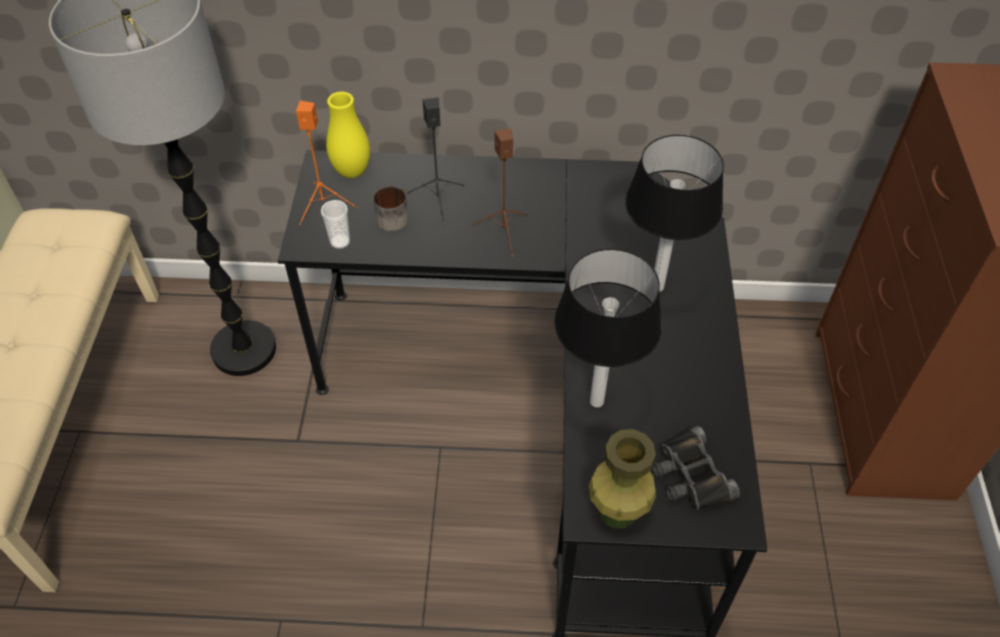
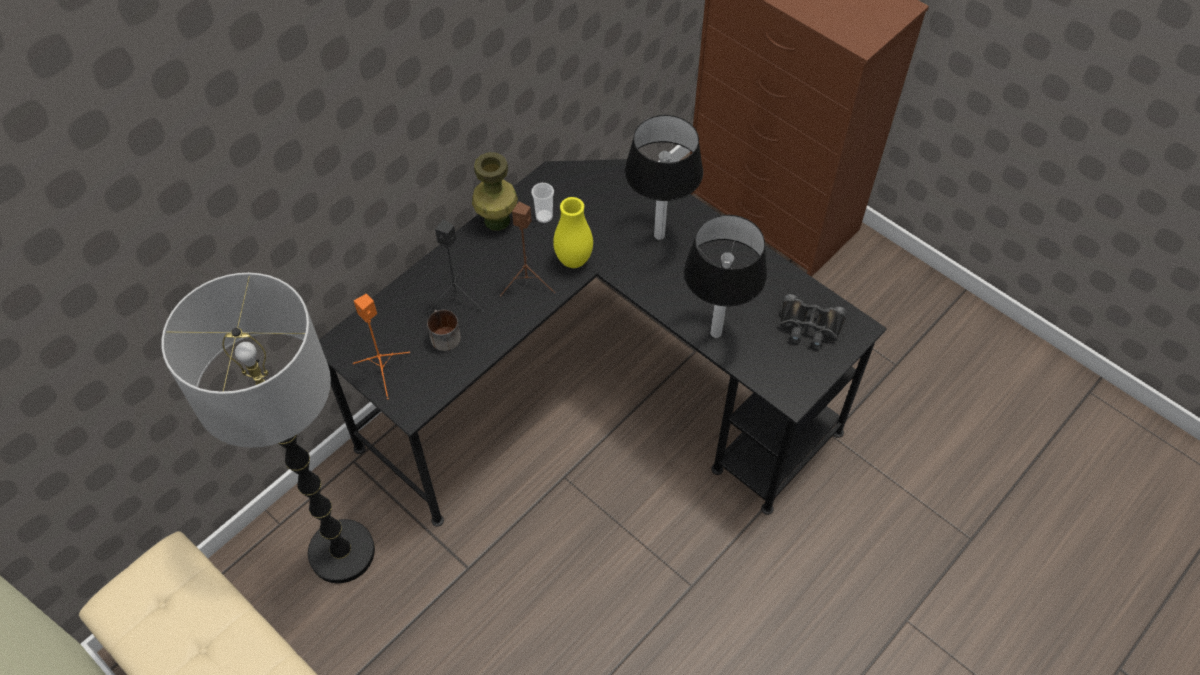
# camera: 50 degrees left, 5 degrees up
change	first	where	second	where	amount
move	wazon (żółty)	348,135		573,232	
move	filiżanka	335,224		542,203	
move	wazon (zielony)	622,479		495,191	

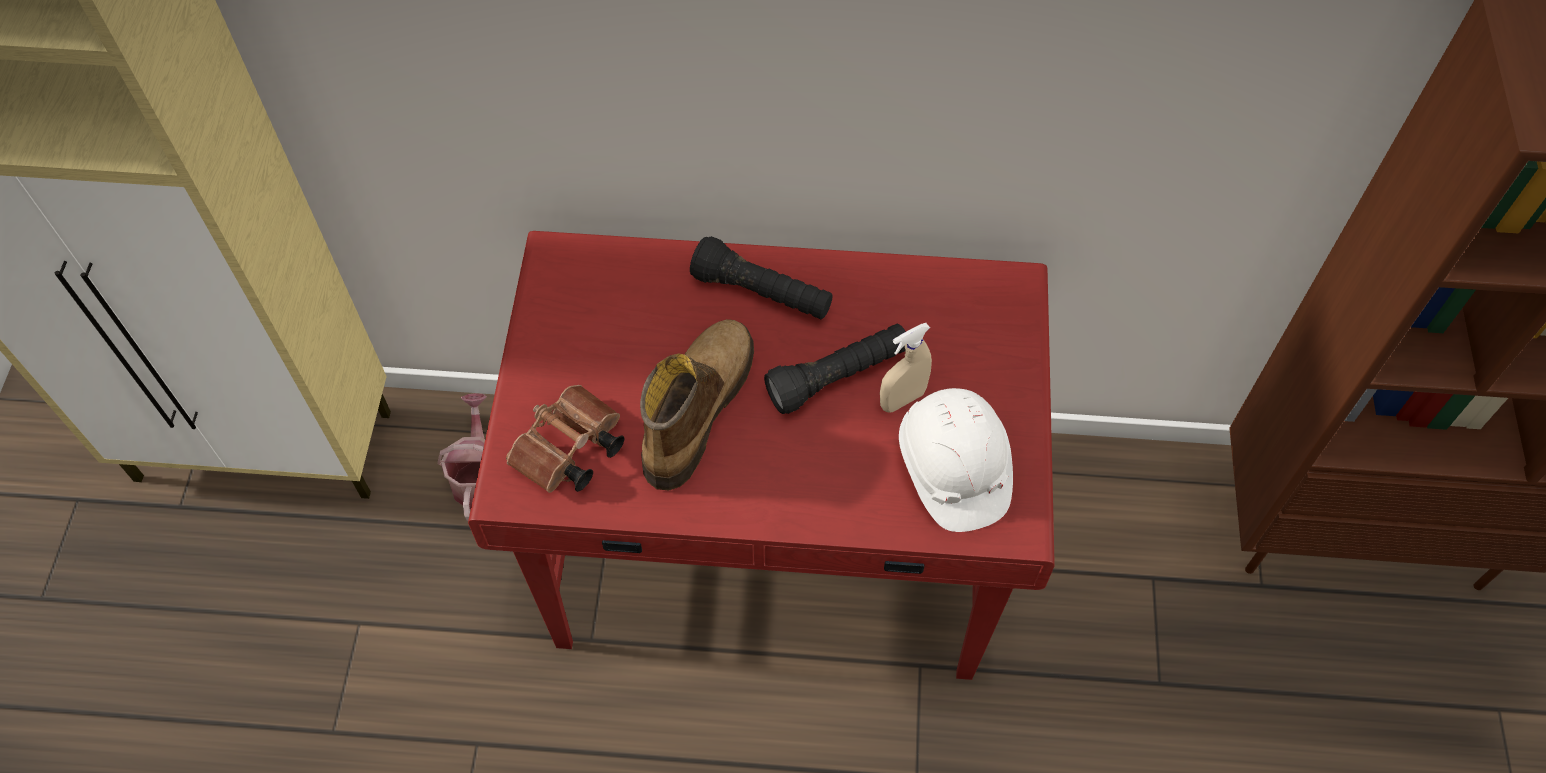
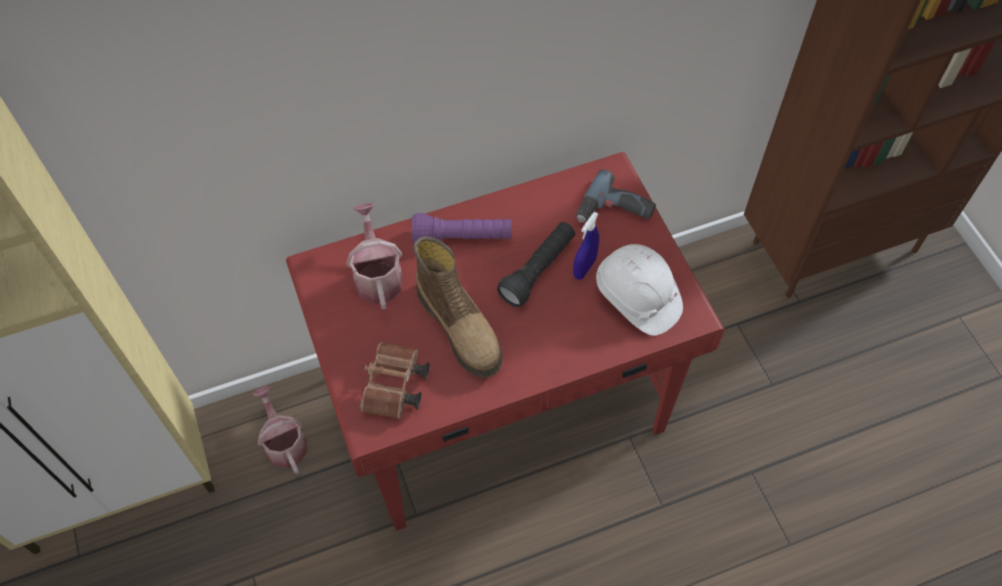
# camera: 25 degrees left, 0 degrees up
change	first	where	second	where	amount
recolor	latarka (czarny)	761,277	latarka (fioletowy)	461,228	
rotate	but z cholewką	697,404		457,307	150 degrees clockwise
recolor	spryskiwacz (beżowy)	906,368	spryskiwacz (niebieski)	586,246	
insert			wiertarka	616,195	
insert			konewka	374,256	

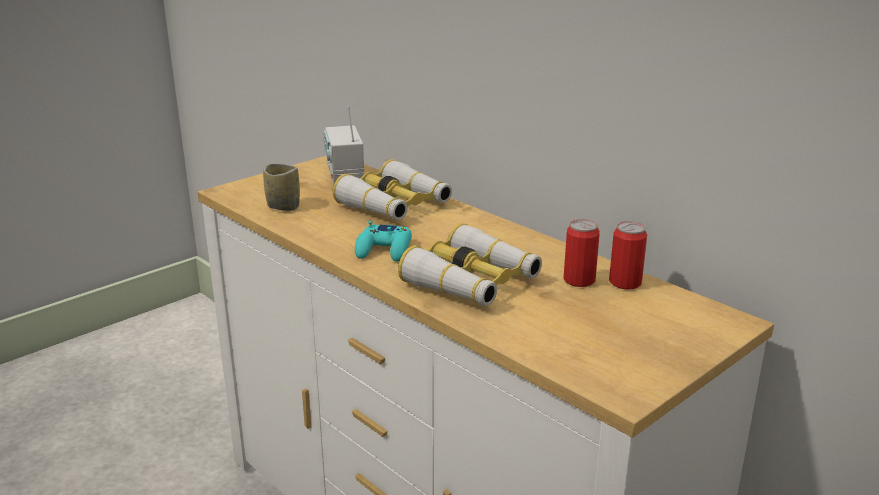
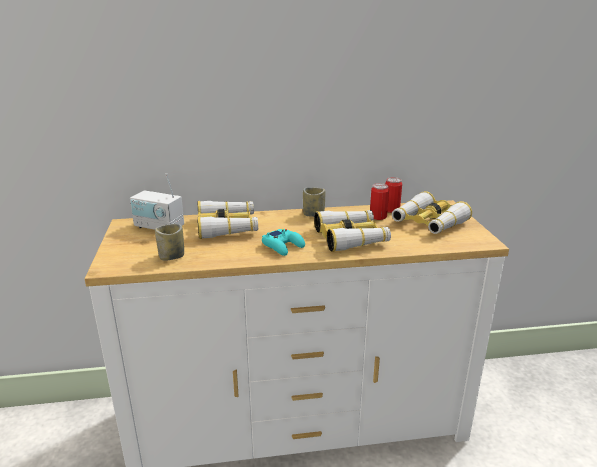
# camera: 55 degrees left, 0 degrees up
change	first	where	second	where	amount
insert			filiżanka	314,202	
insert			lornetka	432,212	

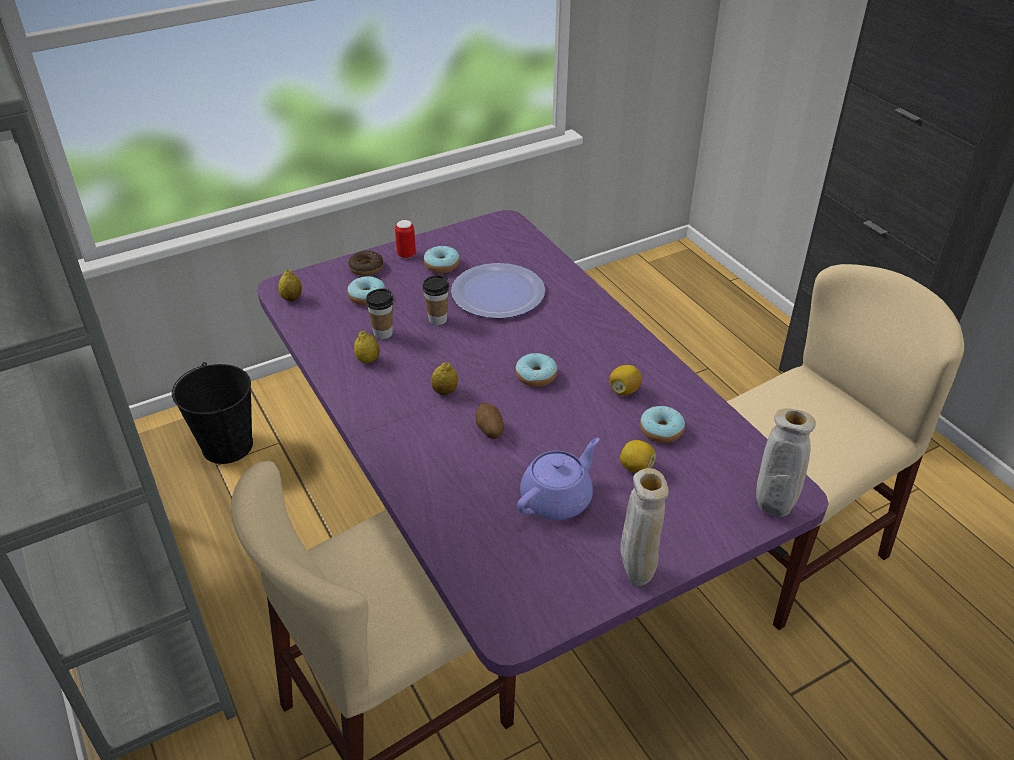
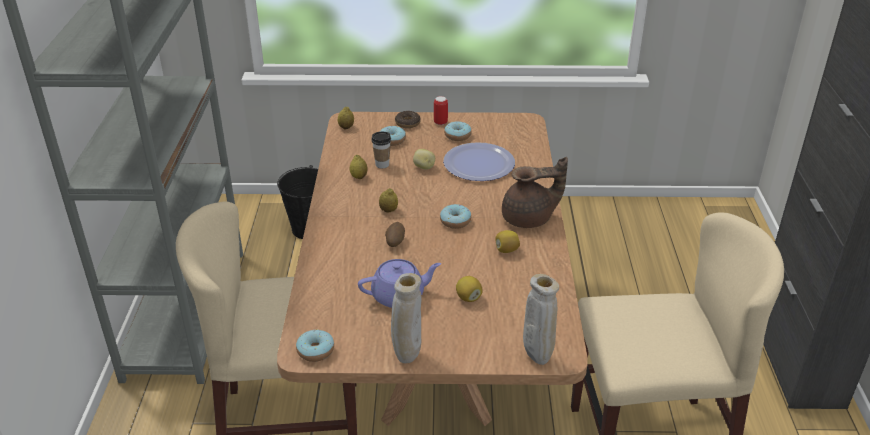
# camera: 30 degrees right, 5 degrees down
change	first	where	second	where	amount
recolor	stół jadalny (fioletowy)	543,443	stół jadalny (brązowy)	432,269	
replace	filiżanka	435,300	ziemniak	424,159	
move	donut	662,424		315,345	
insert			imbryk (brązowy)	535,192	

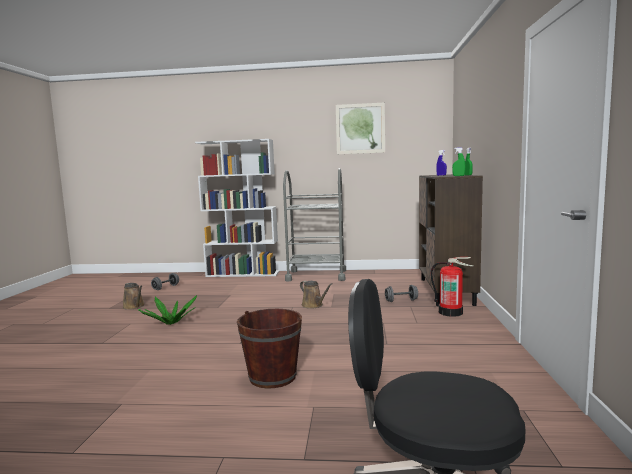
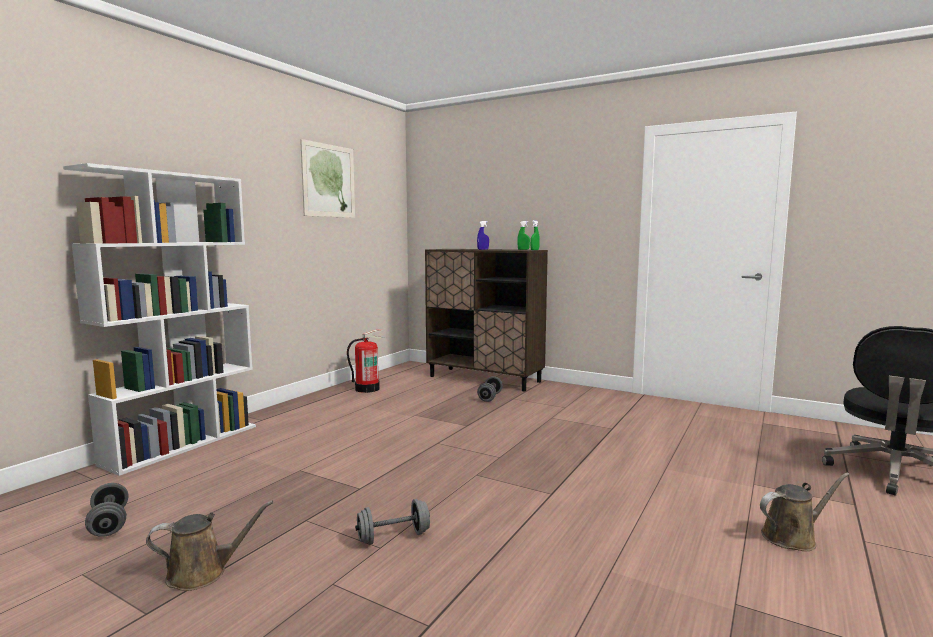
# camera: 65 degrees left, 0 degrees up
change	first	where	second	where	amount
delete	wózek (szary)	314,224			
move	gaśnica	452,287		366,361	
move	konewka (brązowy)	316,295		805,512	
replace	roślina doniczkowa	167,310	hantel (szary)	392,522	
delete	wiadro (brązowy)	269,349			

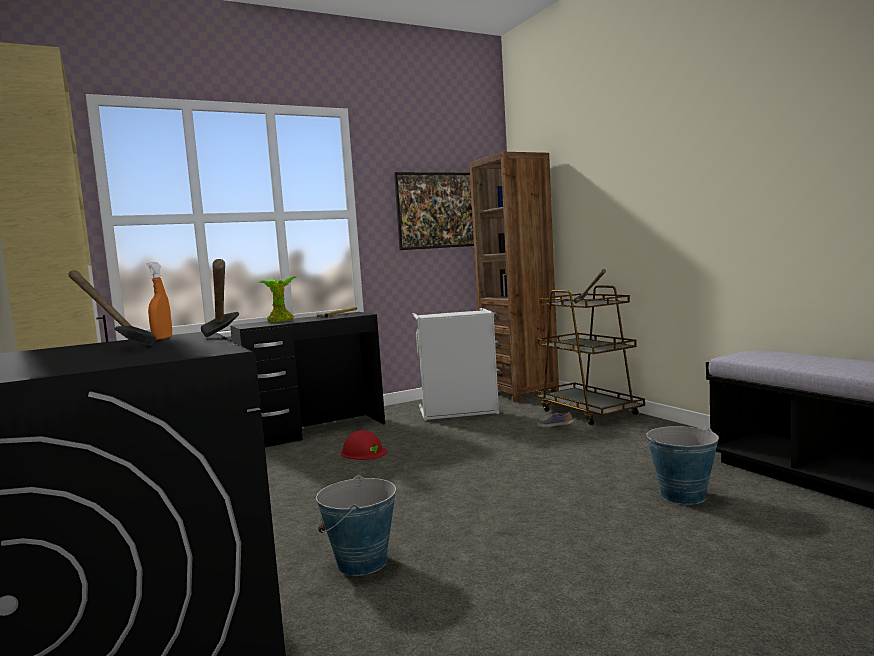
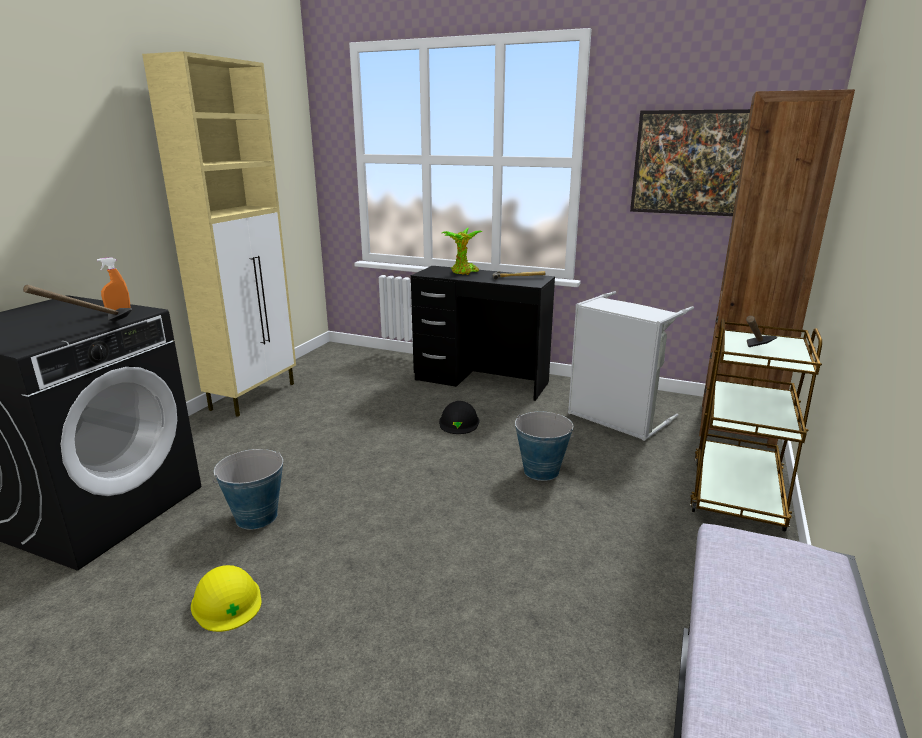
# camera: 50 degrees right, 15 degrees up
change	first	where	second	where	amount
delete	młotek	112,308			
delete	but	555,419			
move	wiadro	682,465		544,446	
recolor	kask (czerwony)	364,445	kask (czarny)	459,417	
insert			kask (żółty)	226,598	

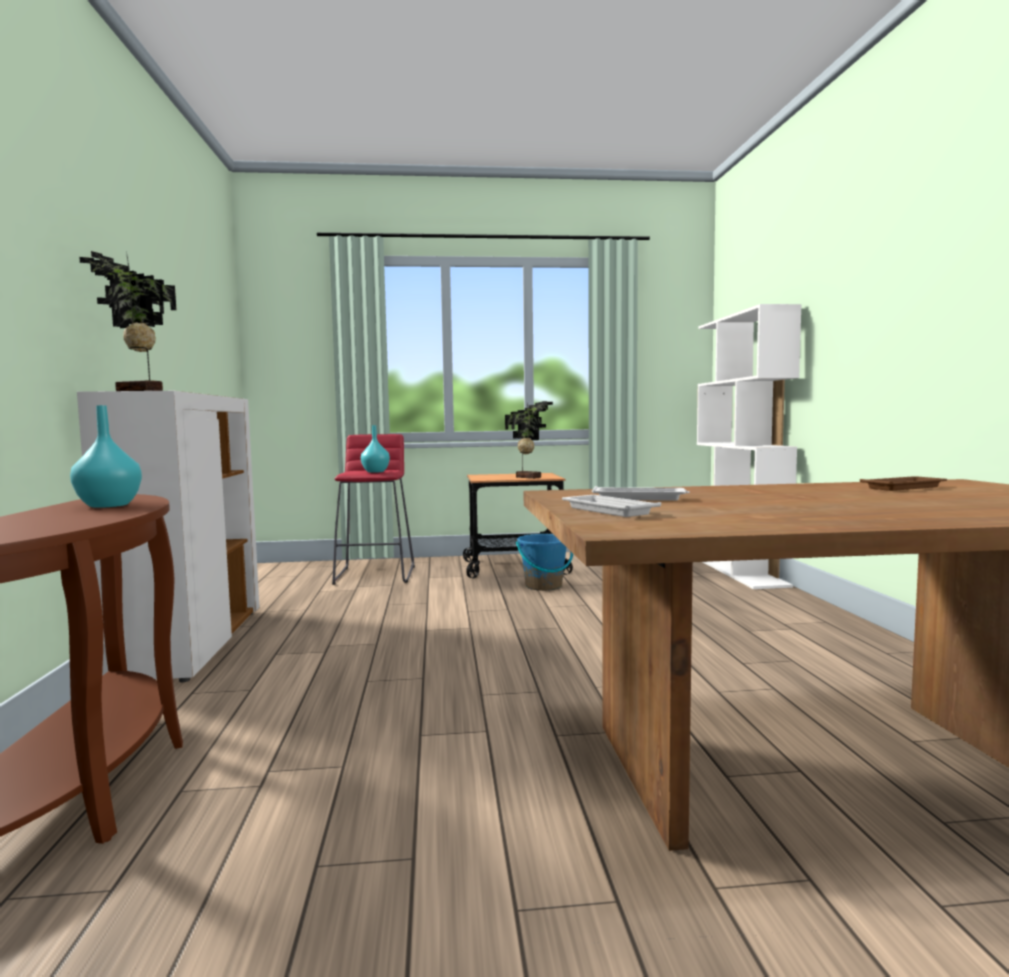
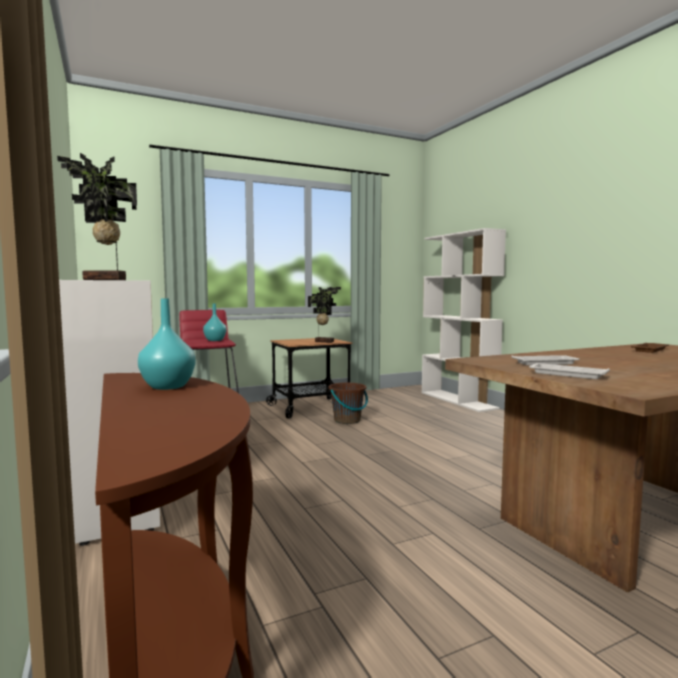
# camera: 20 degrees left, 0 degrees up
change	first	where	second	where	amount
recolor	wiadro (niebieski)	544,562	wiadro (brązowy)	348,403	

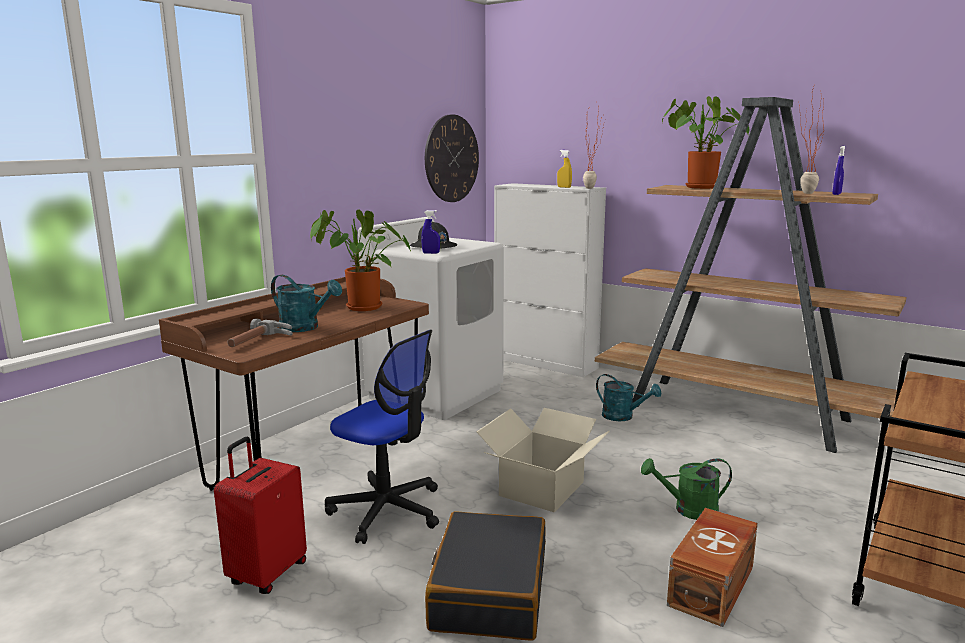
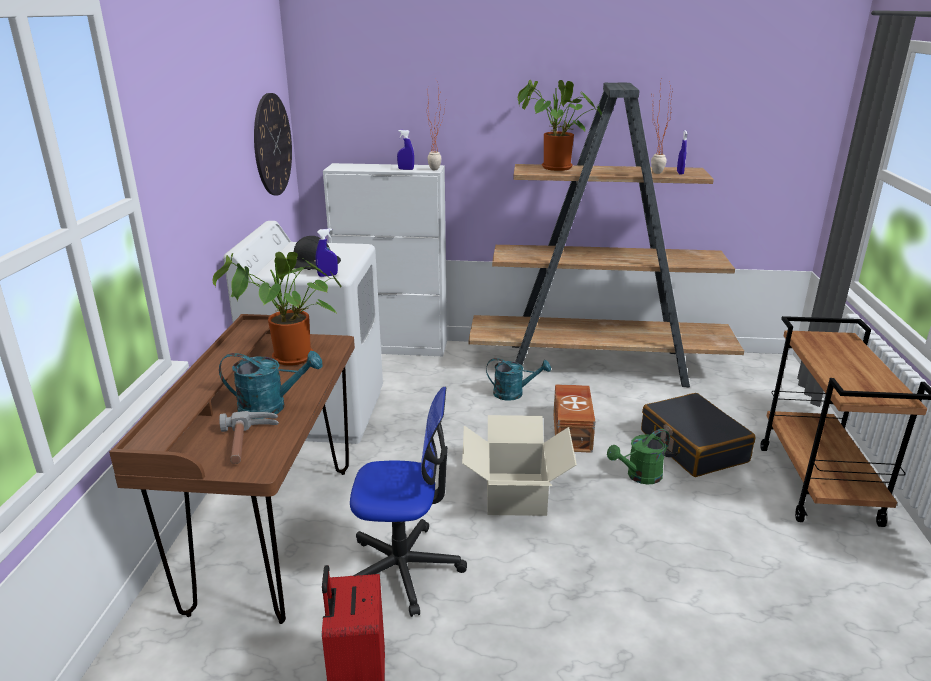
# camera: 30 degrees left, 10 degrees up
change	first	where	second	where	amount
recolor	spryskiwacz (żółty)	564,169	spryskiwacz (niebieski)	405,150	
move	pojemnik do przechowywania (brązowy)	712,567		574,418	
move	walizka (czarny)	485,576		698,435	

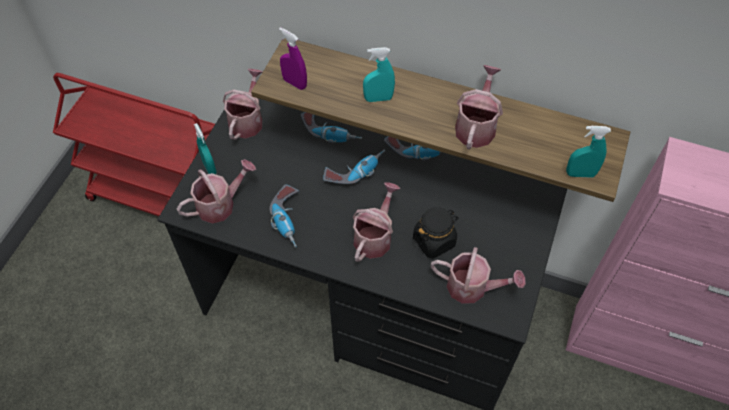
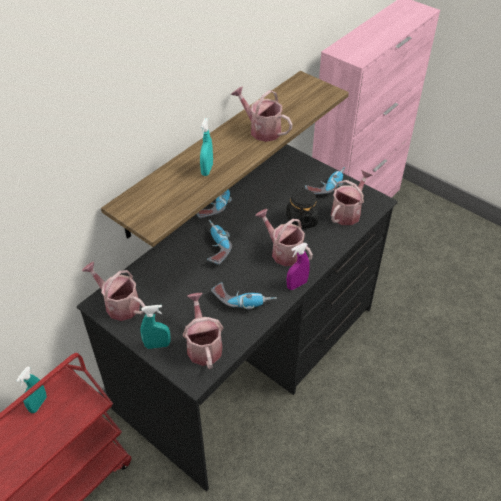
# camera: 70 degrees left, 10 degrees down
change	first	where	second	where	amount
move	spryskiwacz (fioletowy)	293,58		298,266	
move	wiertarka	331,127		325,181	
move	spryskiwacz (turkusowy)	588,152		31,390	

